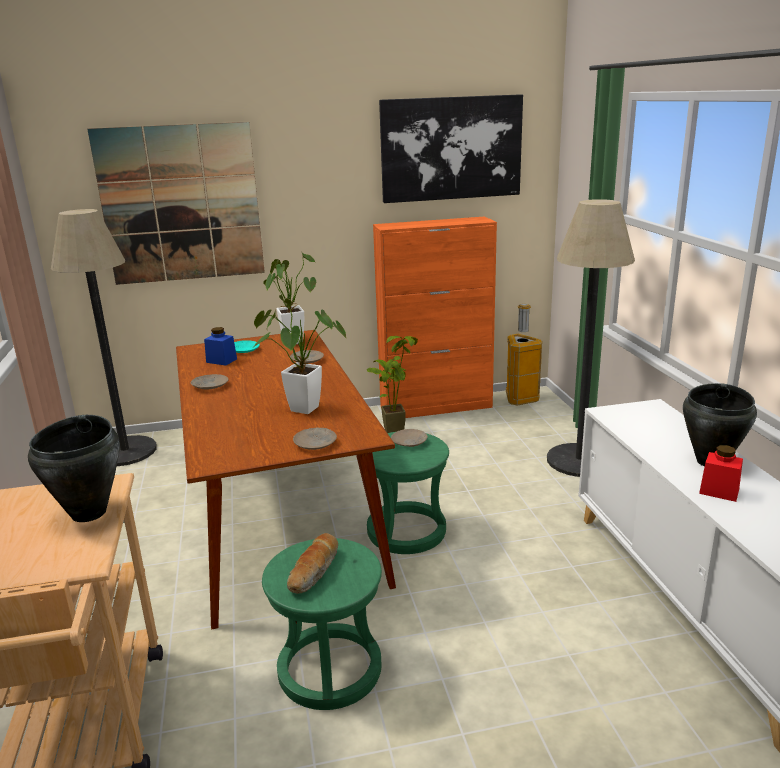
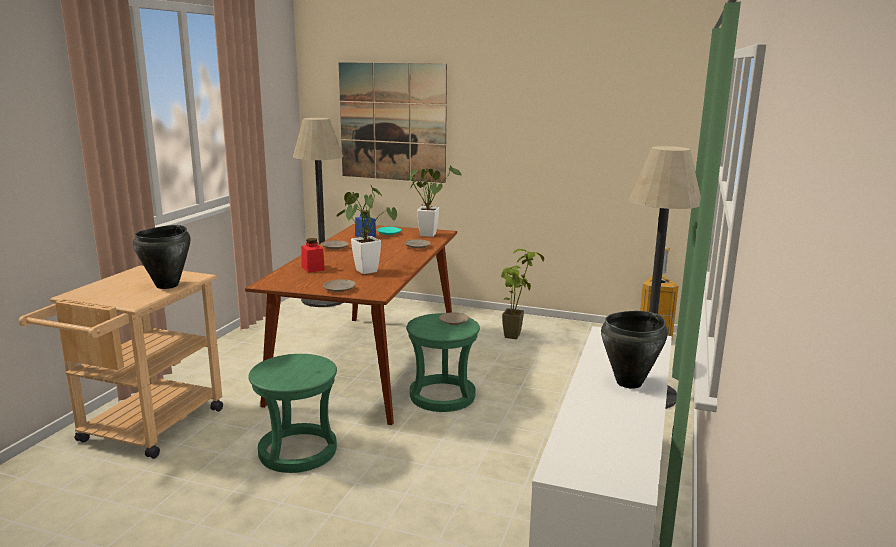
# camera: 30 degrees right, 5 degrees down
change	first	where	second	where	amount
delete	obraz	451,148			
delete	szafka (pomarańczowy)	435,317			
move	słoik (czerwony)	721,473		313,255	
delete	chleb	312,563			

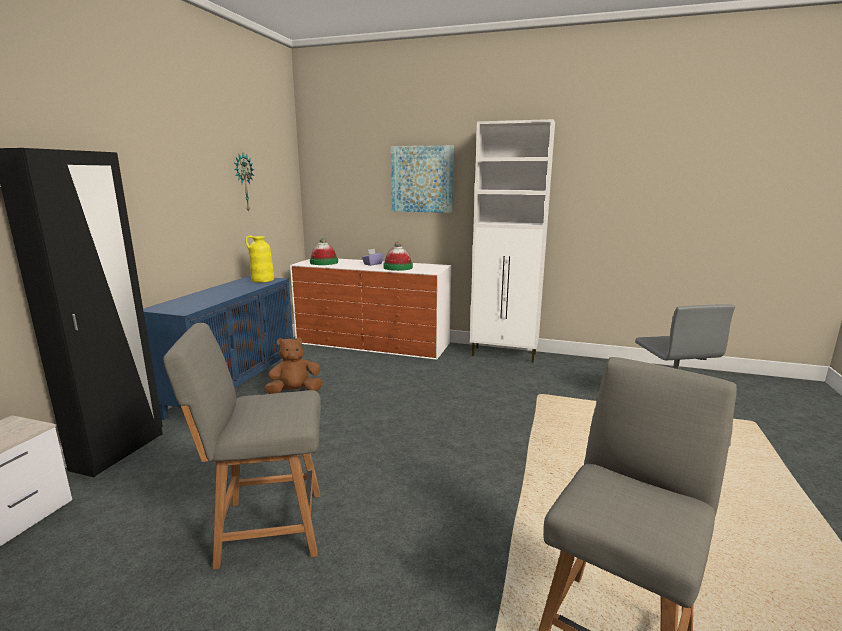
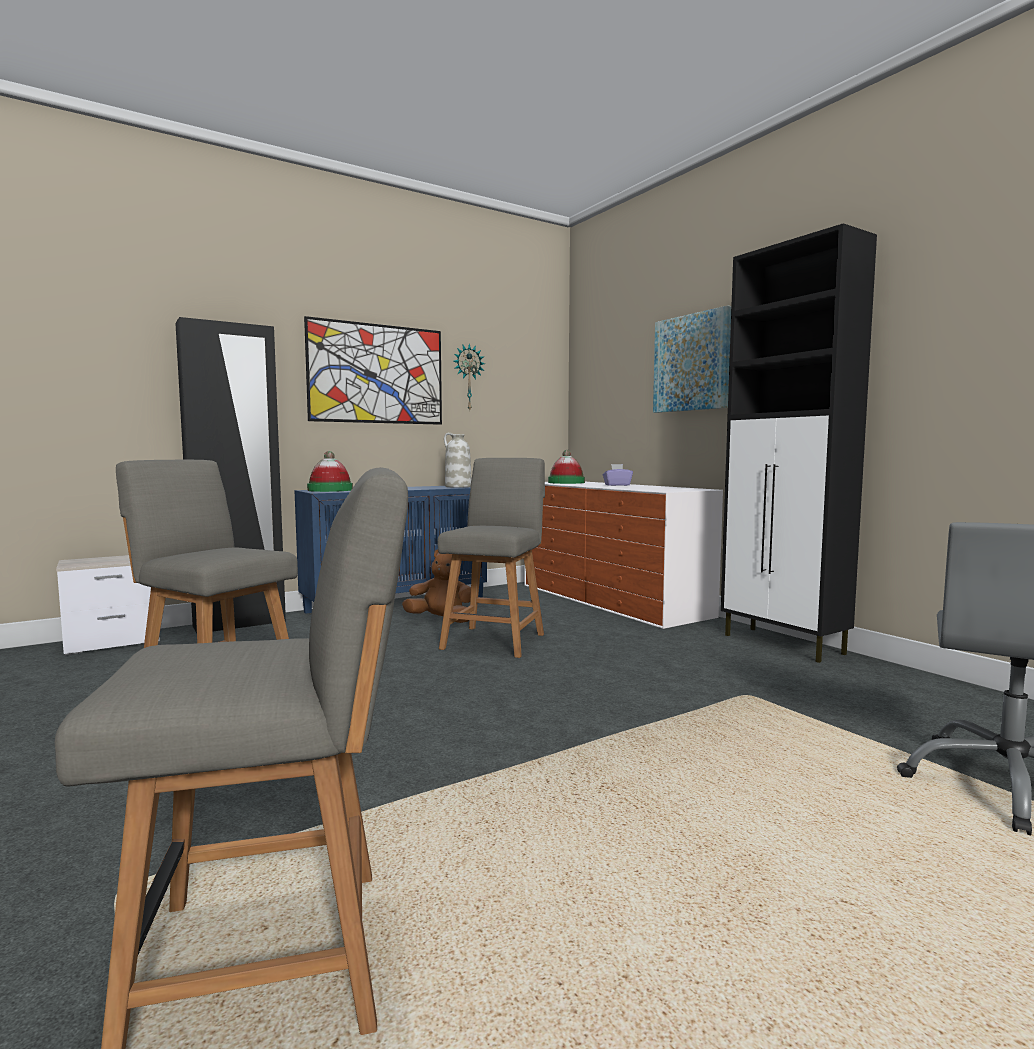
# camera: 40 degrees right, 10 degrees down
change	first	where	second	where	amount
recolor	szafka (biały)	512,241	szafka (czarny)	799,443	
recolor	wazon (żółty)	259,258	wazon (biały)	457,459	
move	kapelusz	398,256		330,471	
insert			obraz	373,370	
insert			krzesło (szary)	491,558	

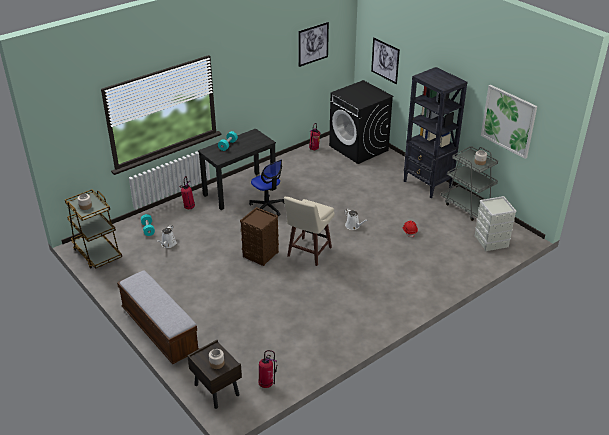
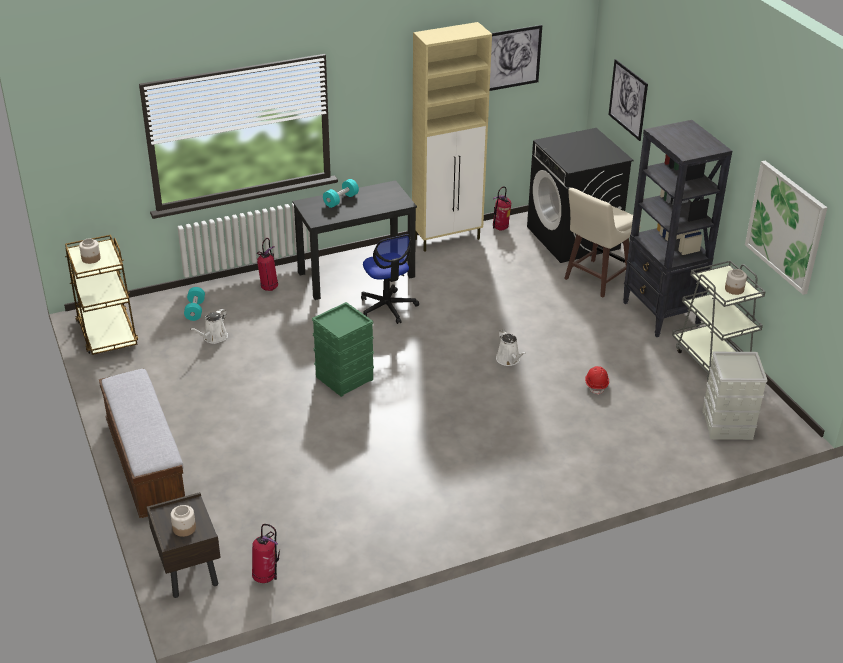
# camera: 15 degrees right, 0 degrees up
change	first	where	second	where	amount
move	stołek (beżowy)	309,231		602,243	
recolor	pojemnik do przechowywania (brązowy)	259,236	pojemnik do przechowywania (zielony)	343,349	
insert			szafka (beżowy)	452,137	

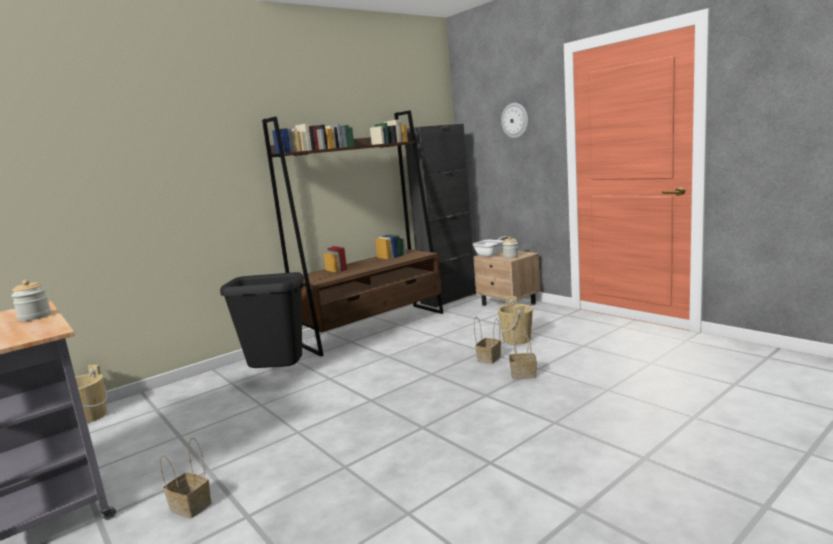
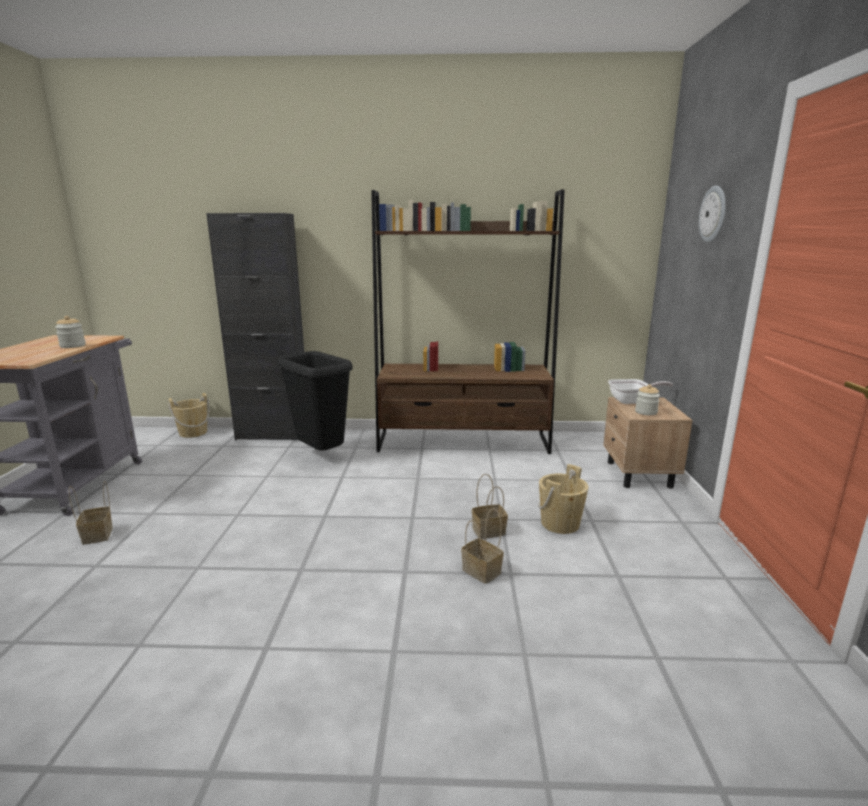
# camera: 40 degrees right, 5 degrees up
change	first	where	second	where	amount
move	szafka (czarny)	440,216		255,326	

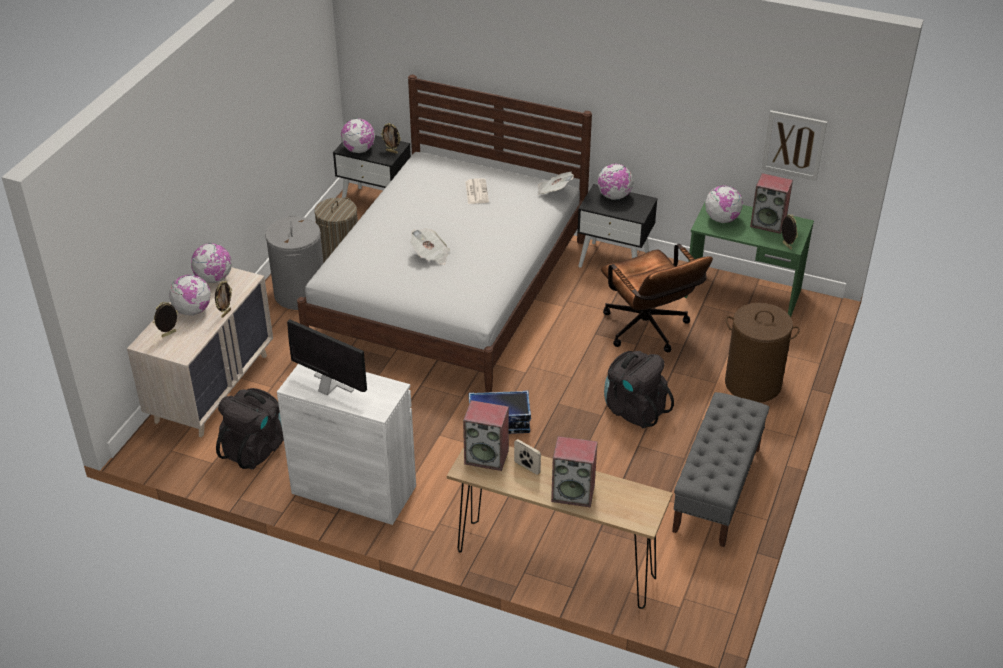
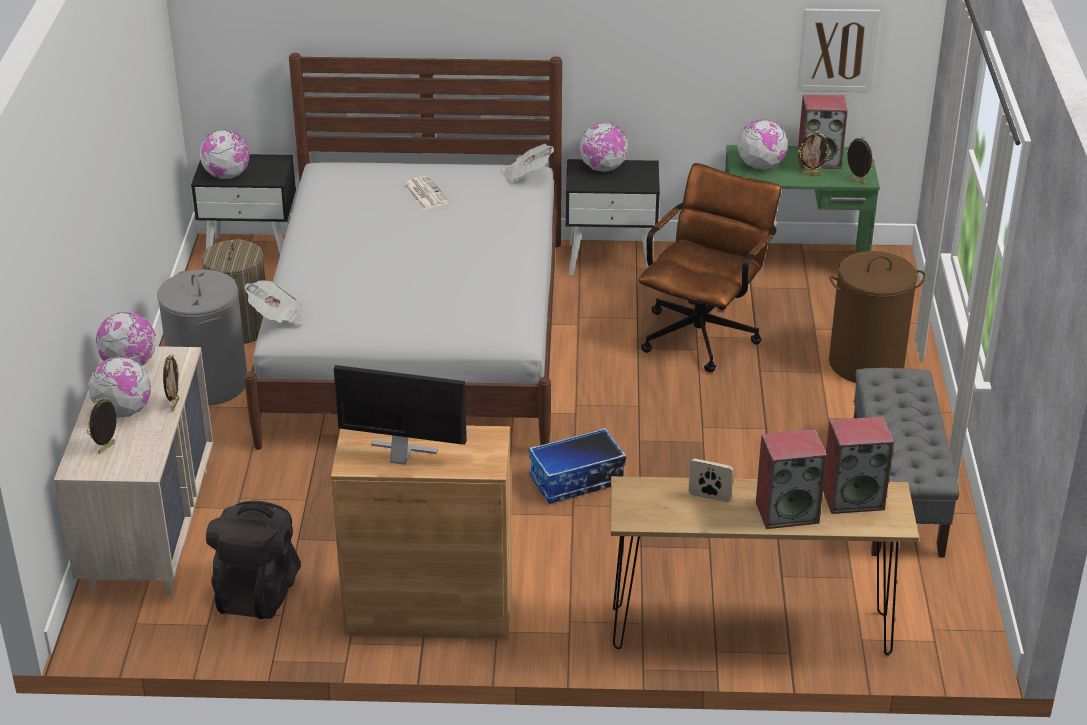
# camera: 20 degrees left, 5 degrees down
change	first	where	second	where	amount
move	ramka na zdjęcie	391,138		814,153	
move	gazeta	430,247		274,302	
rotate	krzesło biurowe (brązowy)	657,298		709,268	105 degrees counterclockwise
delete	plecak (czarny)	639,389			
recolor	szafka (biały)	346,444	szafka (brązowy)	421,532	
move	głośnik	486,435		858,465	

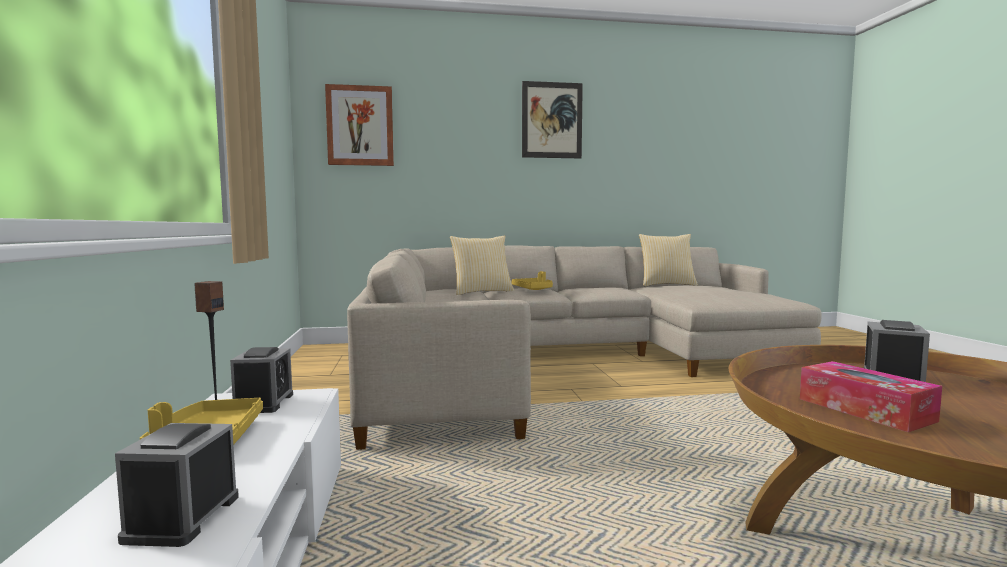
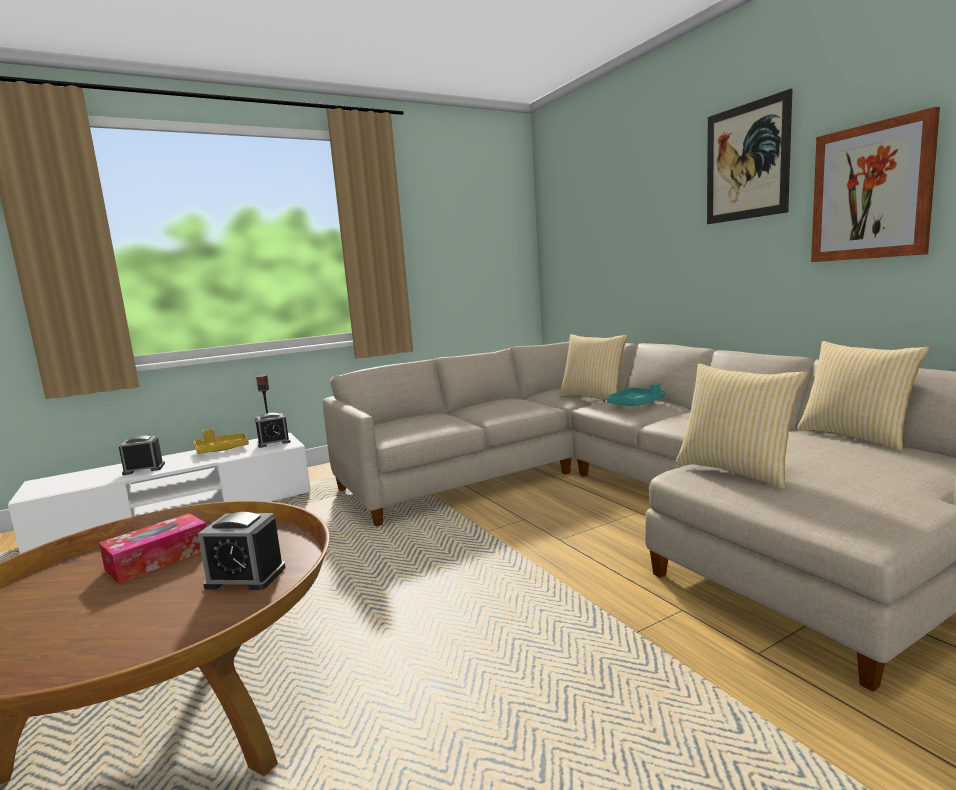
# camera: 70 degrees right, 5 degrees up
change	first	where	second	where	amount
move	obraz	359,125		875,184	
recolor	taca (żółty)	532,280	taca (turkusowy)	636,394	
insert			poduszka	742,427	

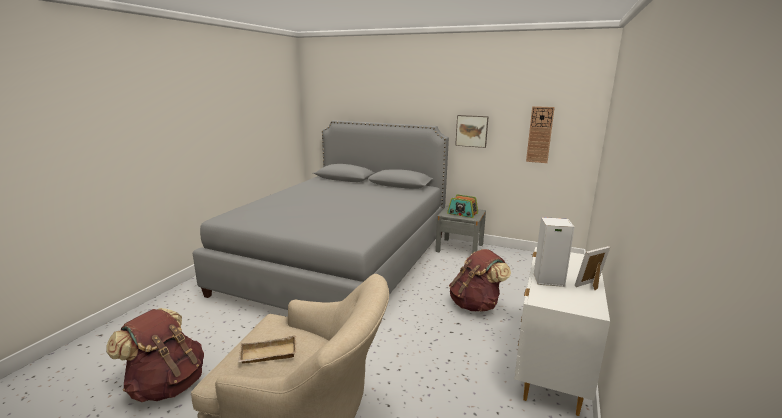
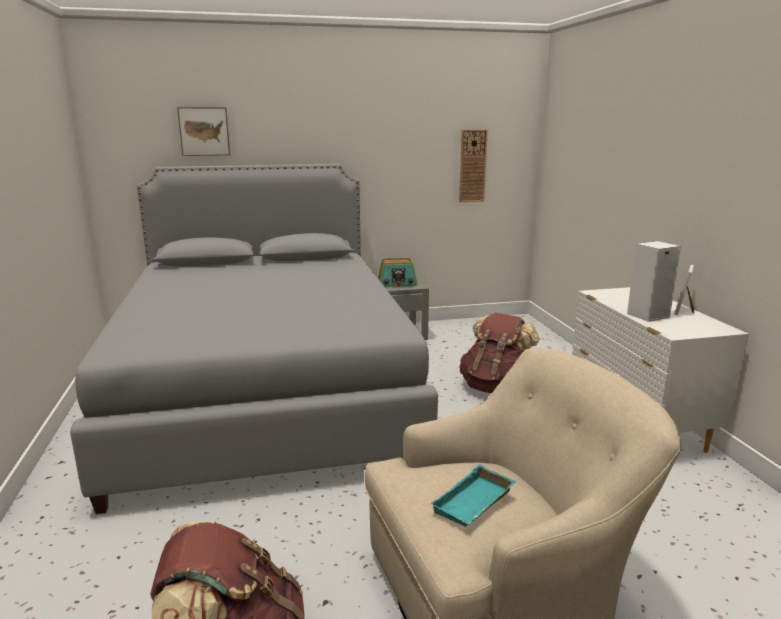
# camera: 35 degrees left, 0 degrees up
change	first	where	second	where	amount
move	obraz	472,131		203,131	
recolor	taca (beżowy)	267,349	taca (turkusowy)	473,495	

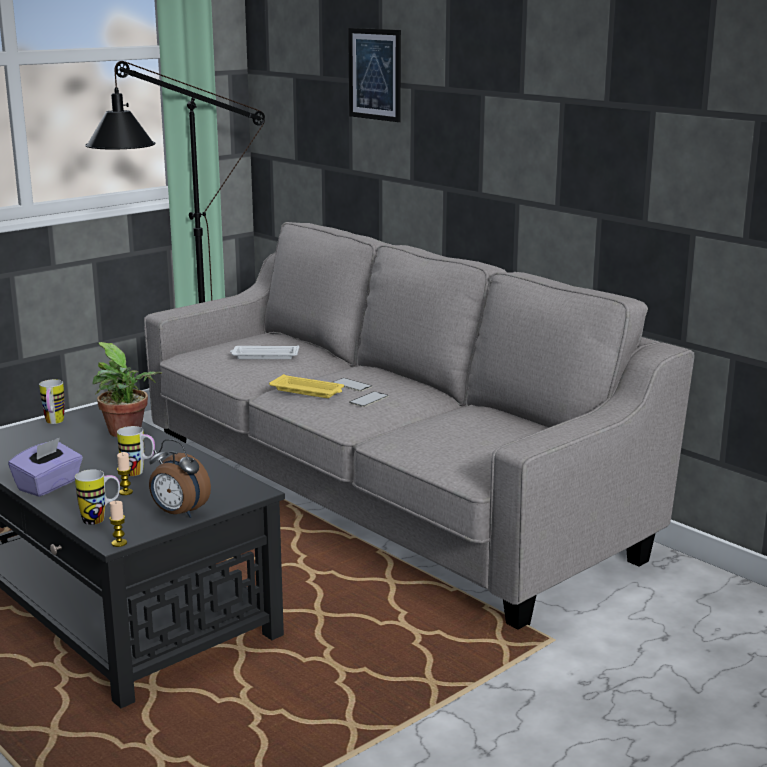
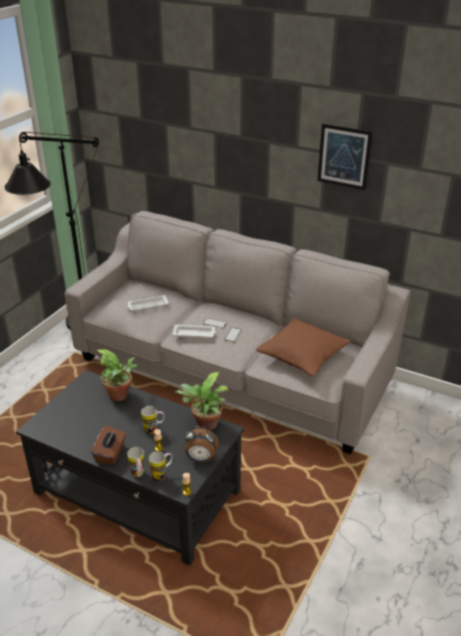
# camera: 20 degrees left, 15 degrees up
change	first	where	second	where	amount
move	obraz	374,75		344,157	
recolor	taca (żółty)	306,386	taca (biały)	194,331	
move	kubek	52,401		135,462	
recolor	pudełko chusteczek (fioletowy)	45,467	pudełko chusteczek (brązowy)	108,445	
insert			poduszka (brązowy)	303,347	
insert			roślina doniczkowa	201,401	

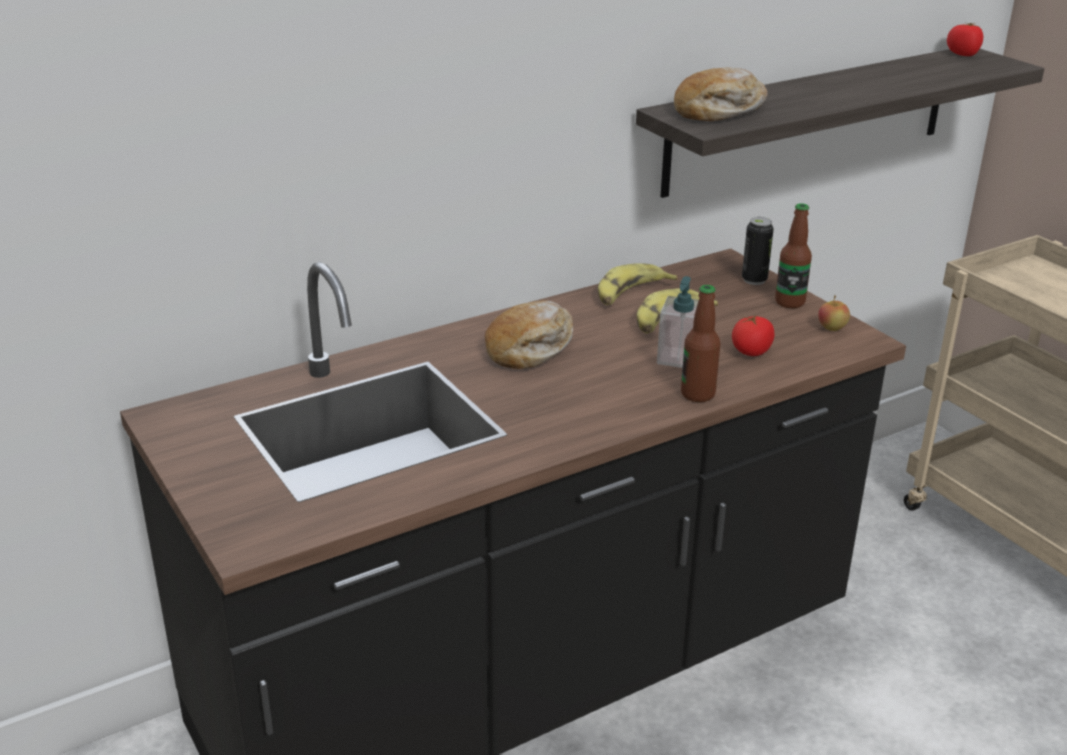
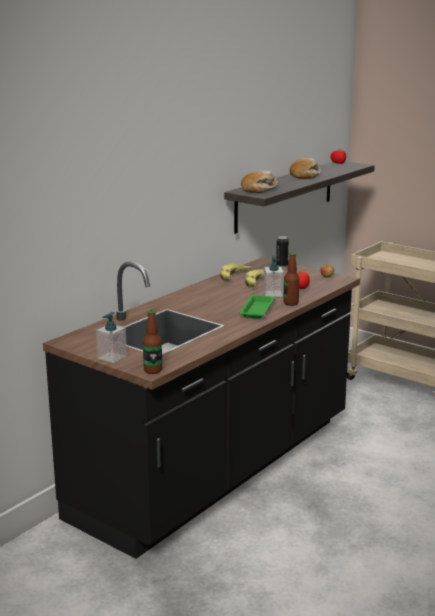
# camera: 20 degrees left, 10 degrees down
change	first	where	second	where	amount
move	butelka	793,256		152,342	
move	chleb	529,334		305,168	
insert			taca (zielony)	257,307	
insert			dozownik mydła	111,337	

